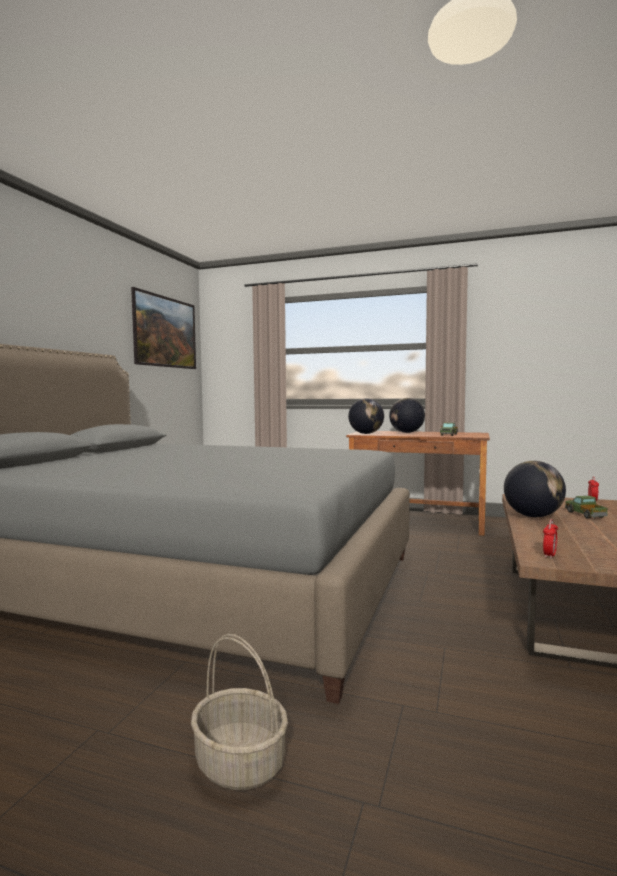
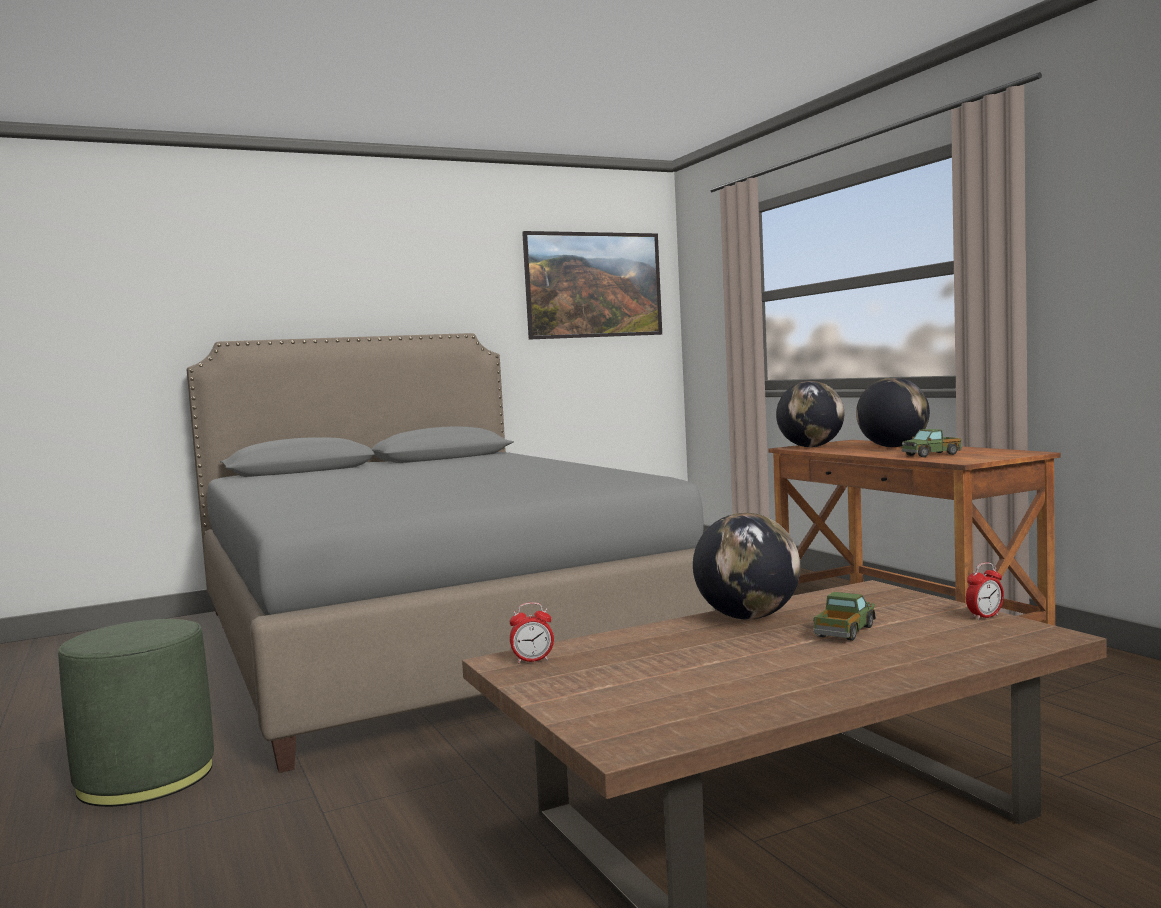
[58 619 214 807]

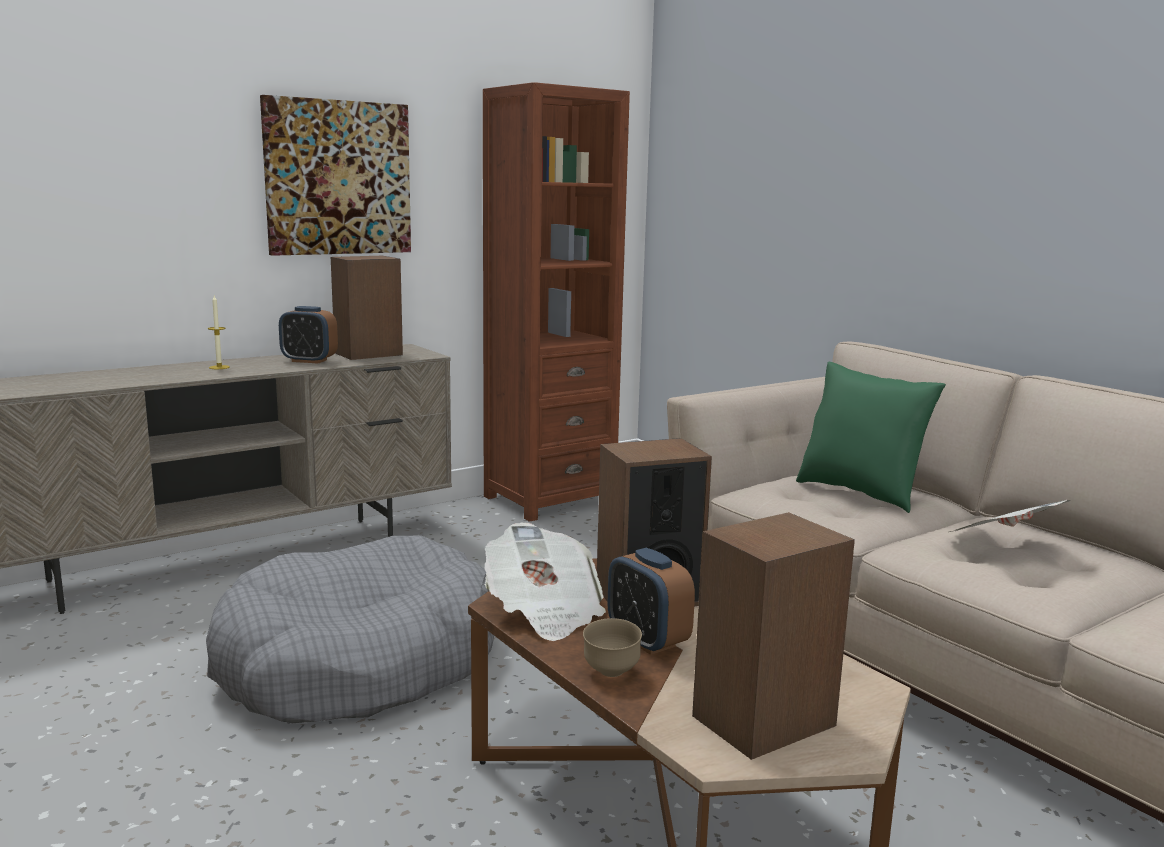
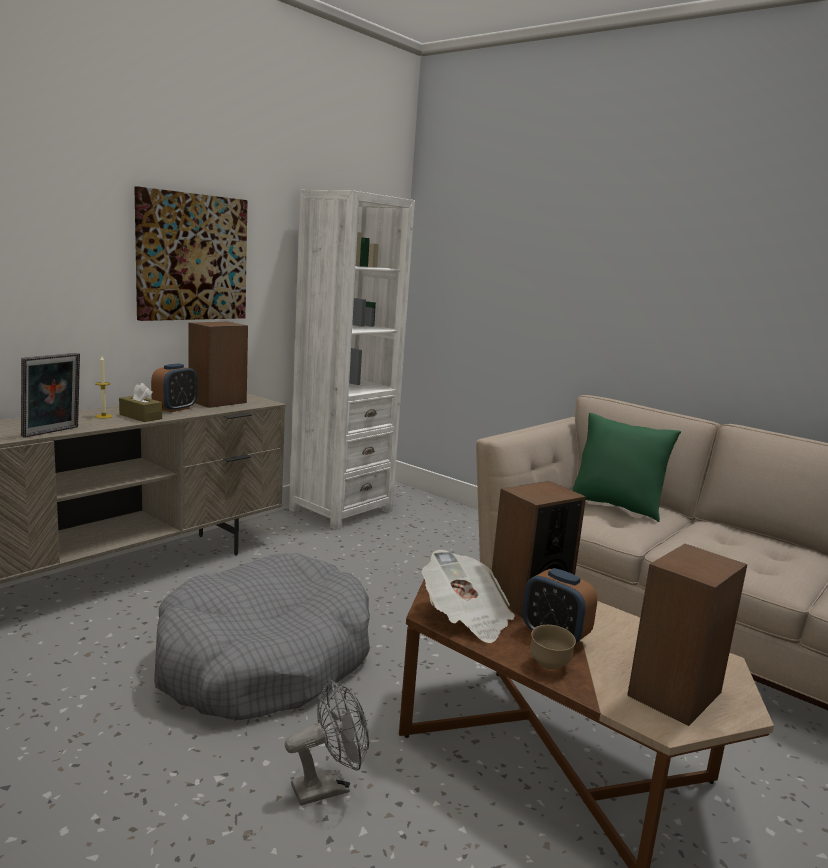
[151 364 197 412]
[289 190 415 530]
[949 500 1071 532] (first image)
[21 353 80 438]
[119 383 162 422]
[285 680 369 806]

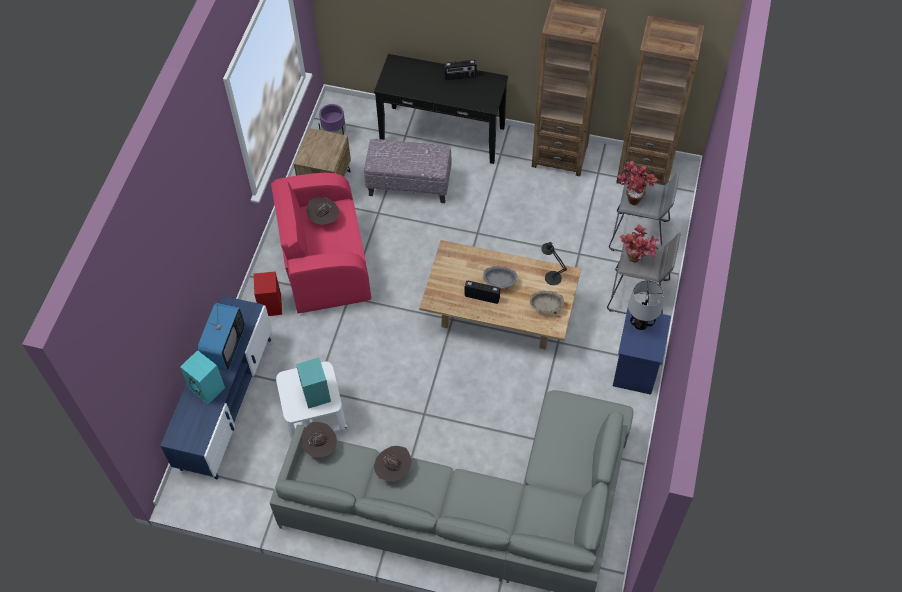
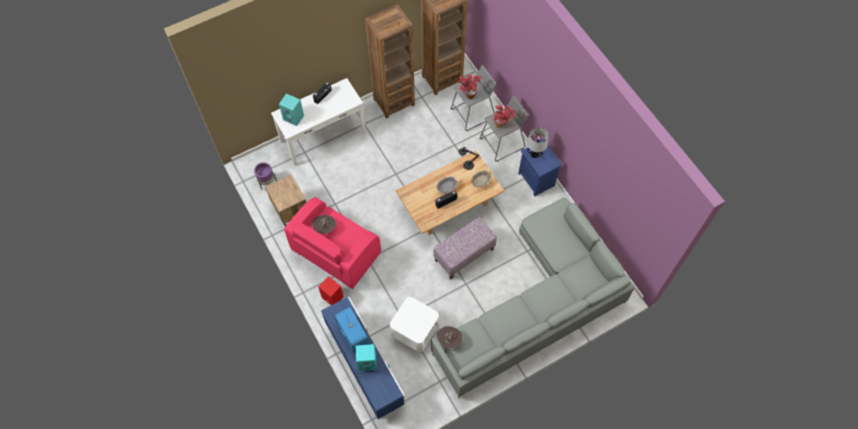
[279 94 304 126]
[433 217 497 279]
[271 78 366 166]
[374 446 412 482] (first image)

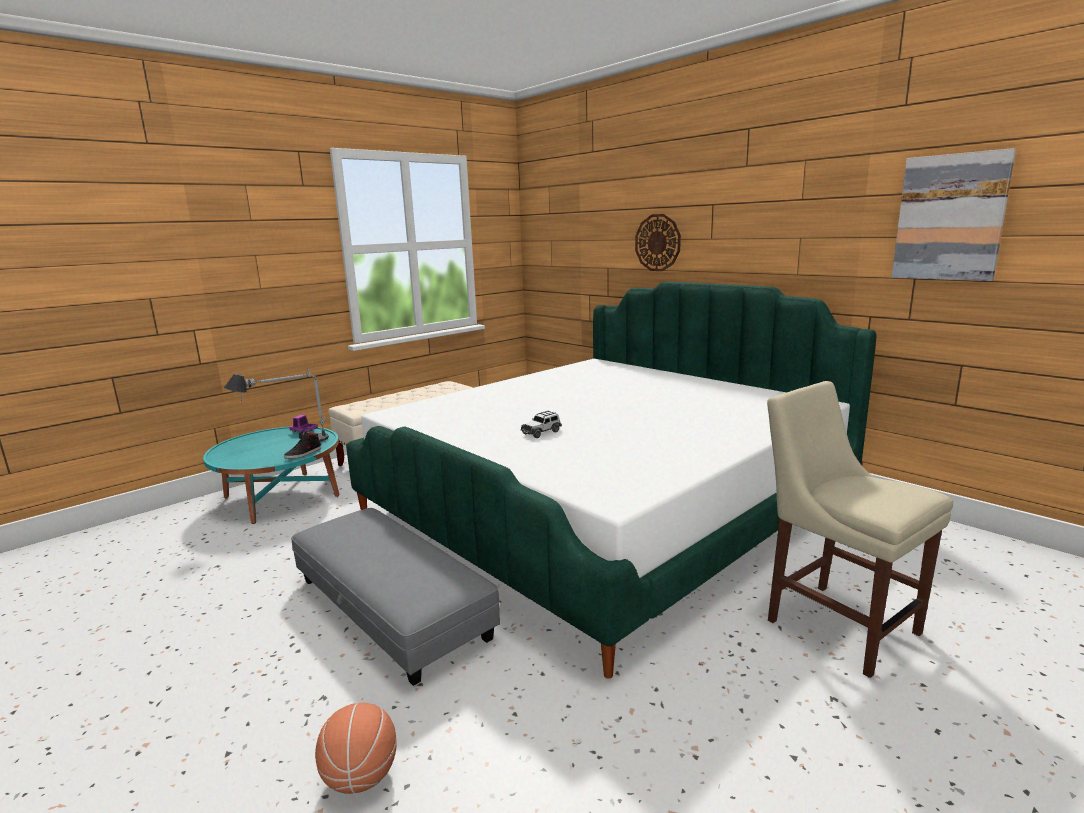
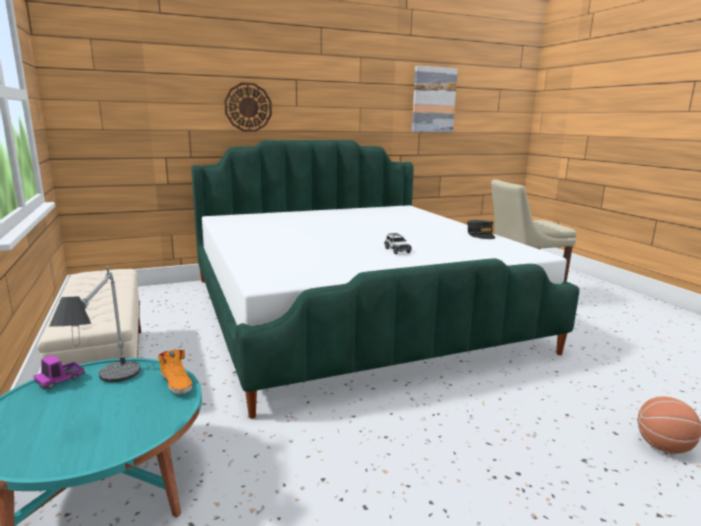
[158 350 192 394]
[291 508 500 686] (first image)
[467 220 495 239]

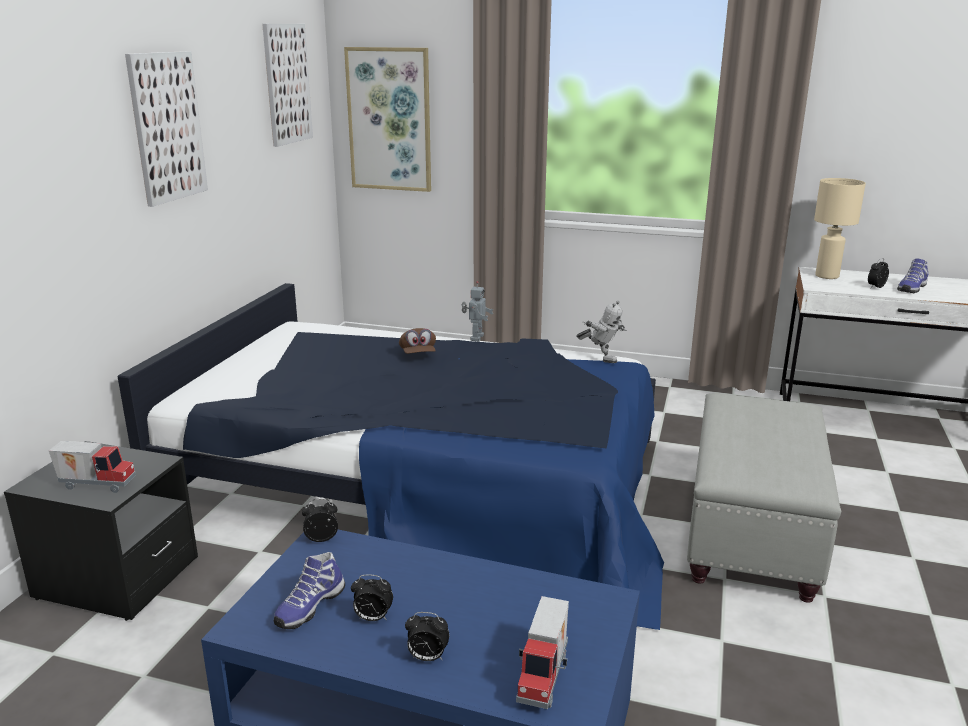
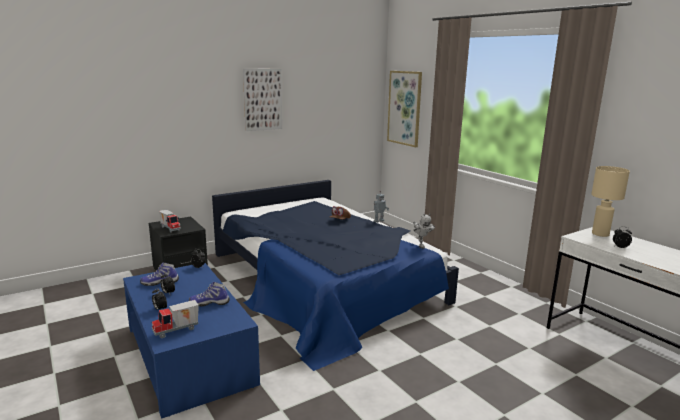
[262 24 313 147] (first image)
[687 393 841 603] (first image)
[189 282 230 307]

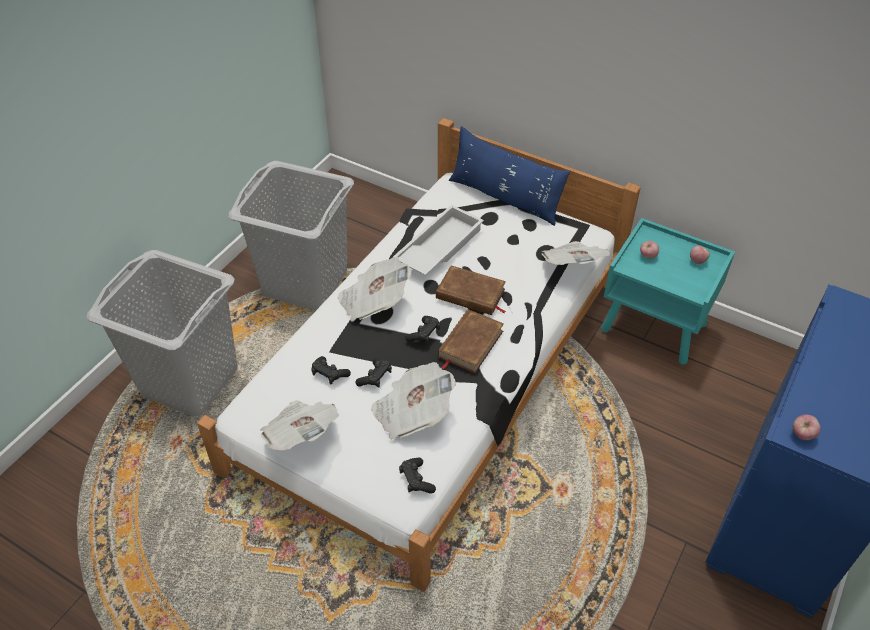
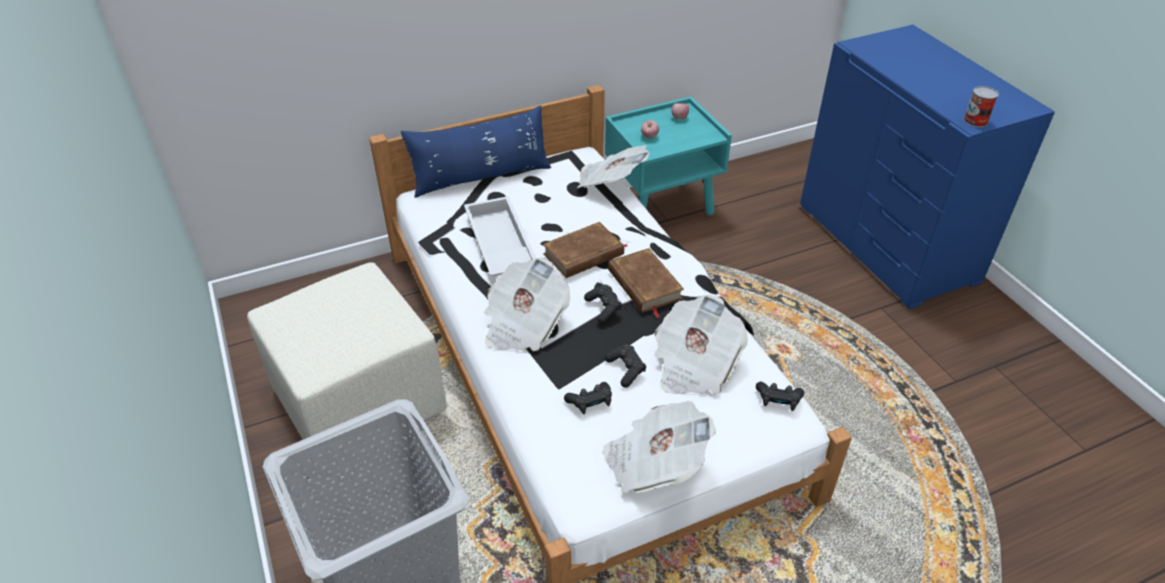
[247 262 447 454]
[964 86 999 127]

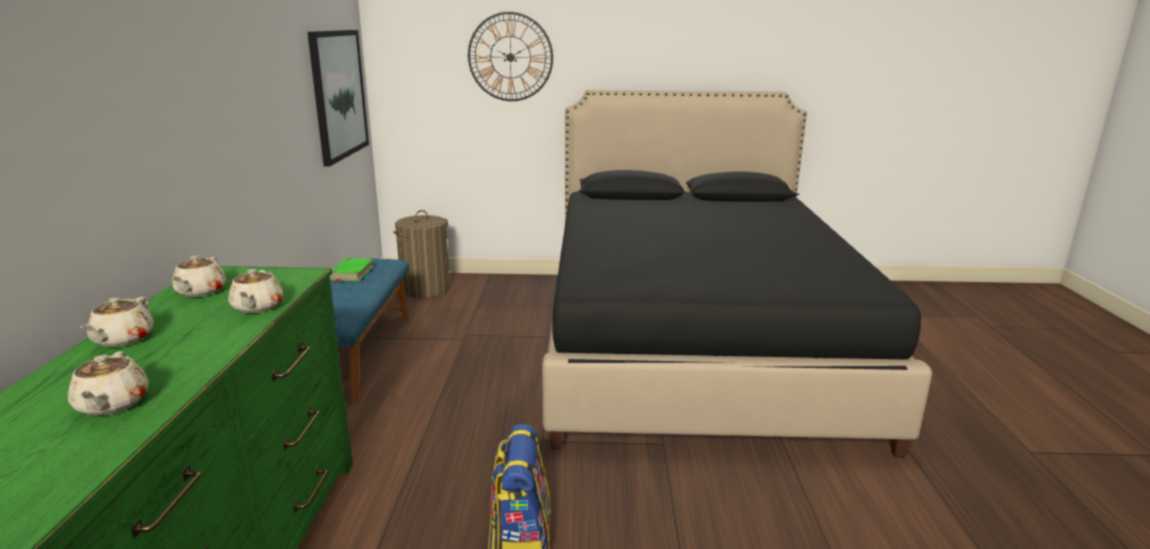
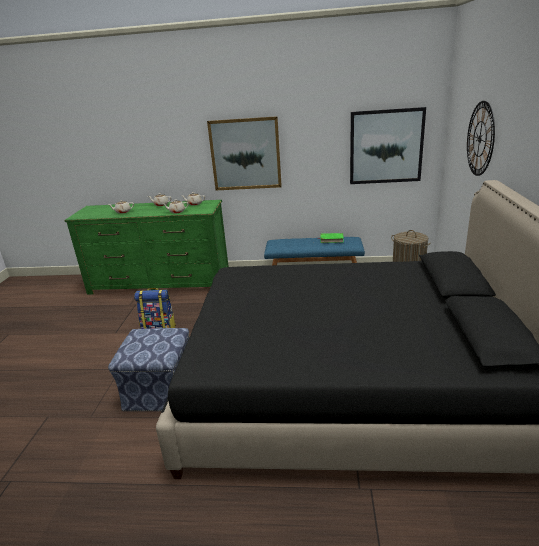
[108 328 189 411]
[207 116 282 190]

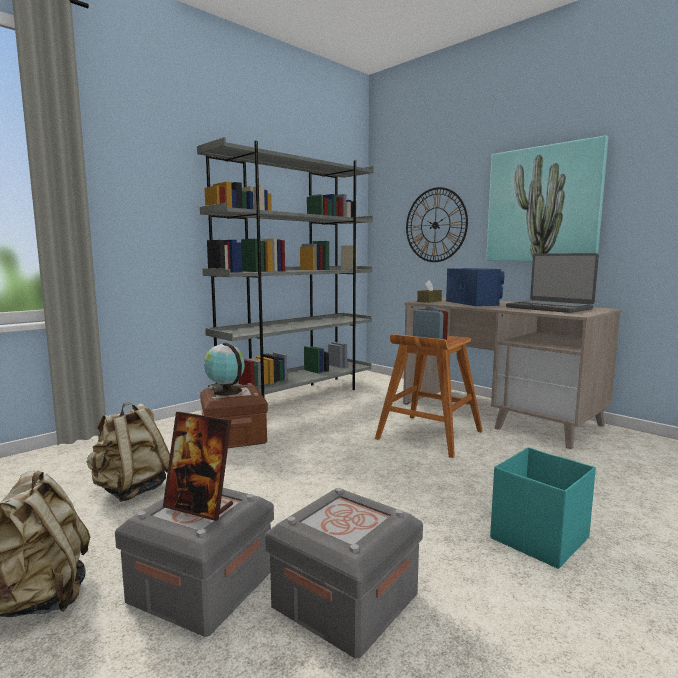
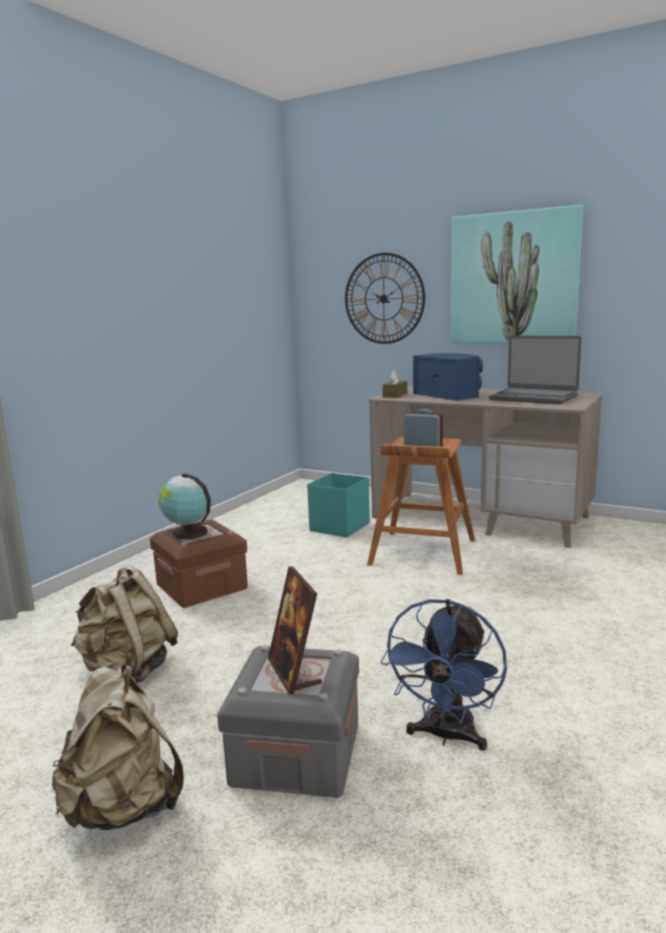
[268 566 322 694]
[197 137 373 397] (first image)
[380 599 507 751]
[307 473 370 537]

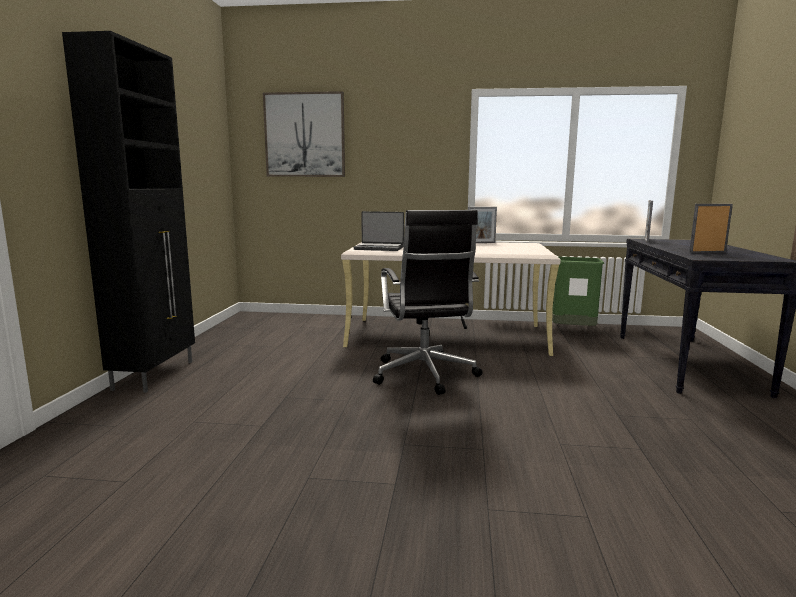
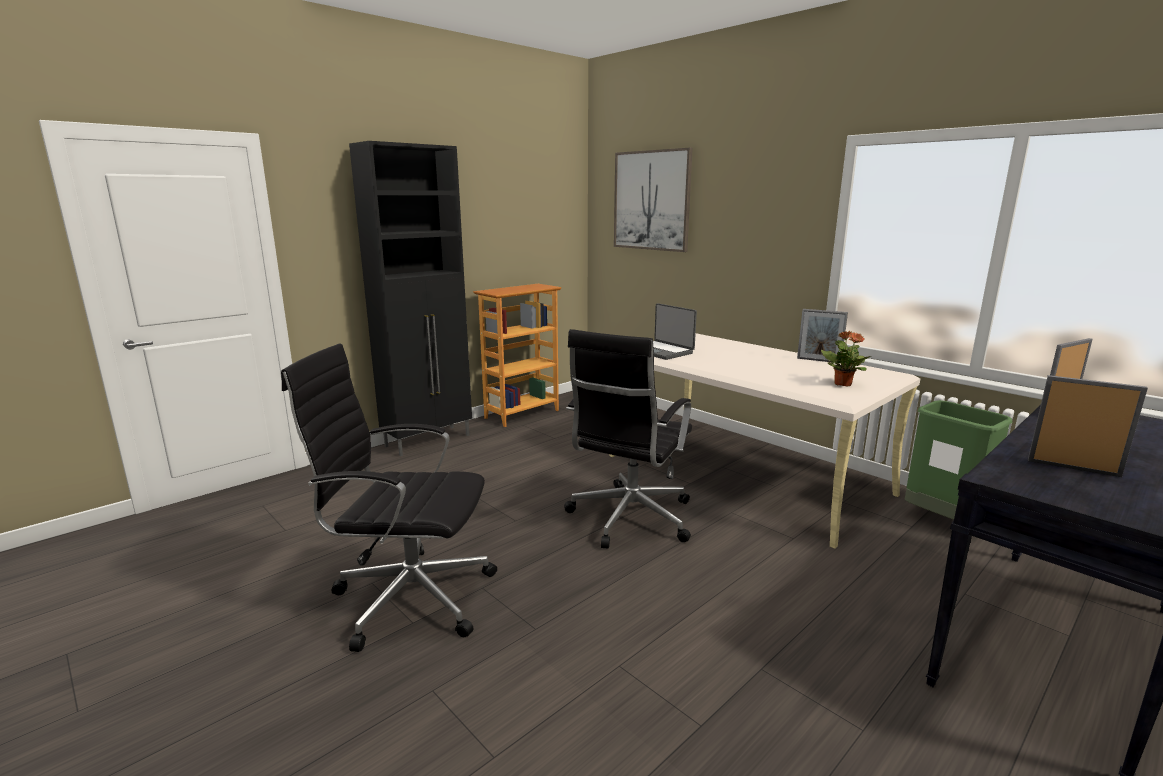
[281 343 497 652]
[473 284 562 427]
[821 331 871 386]

